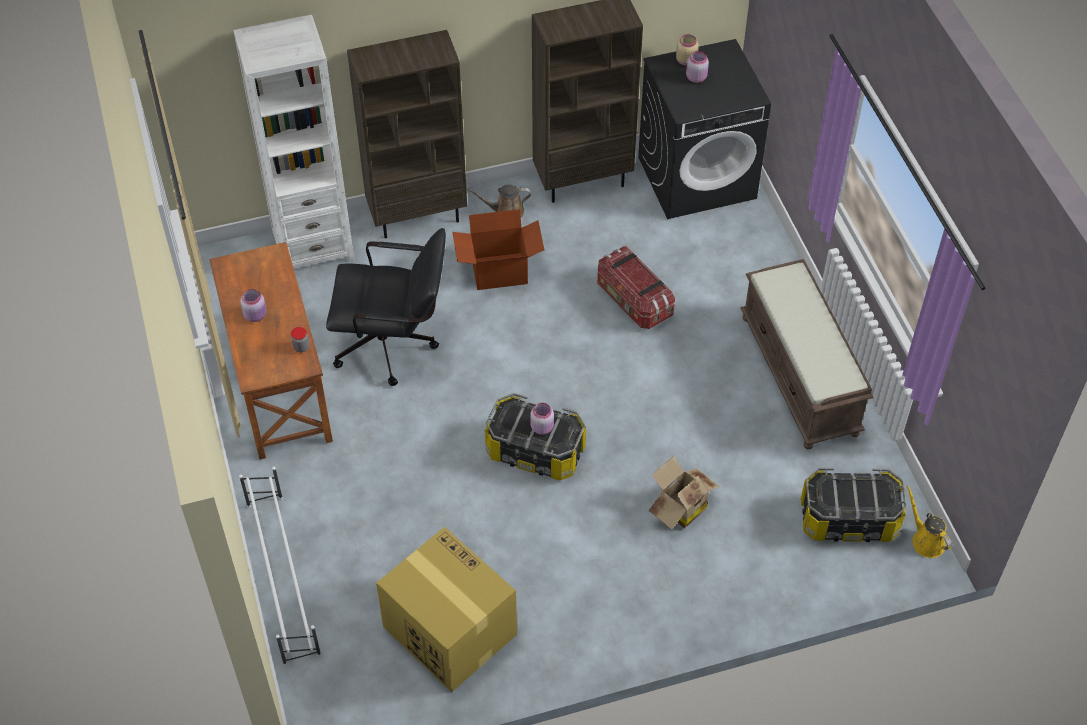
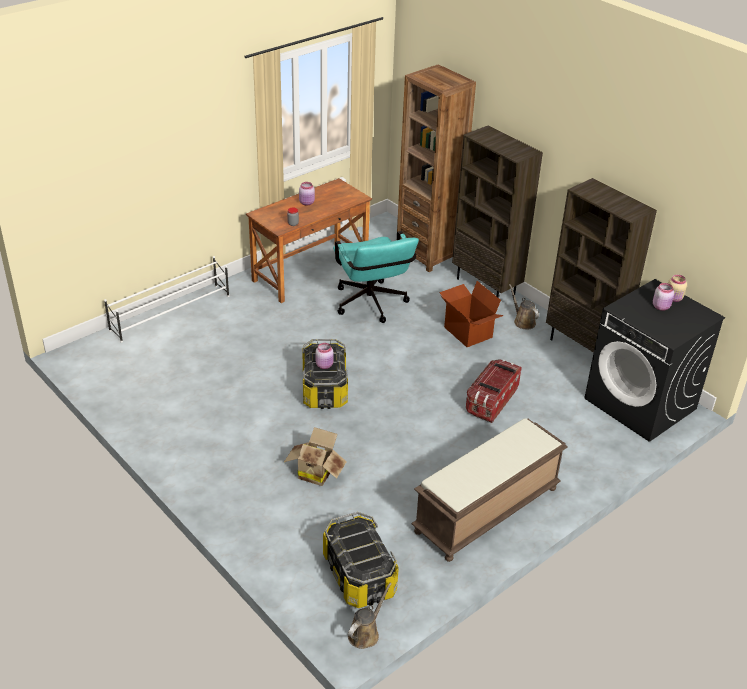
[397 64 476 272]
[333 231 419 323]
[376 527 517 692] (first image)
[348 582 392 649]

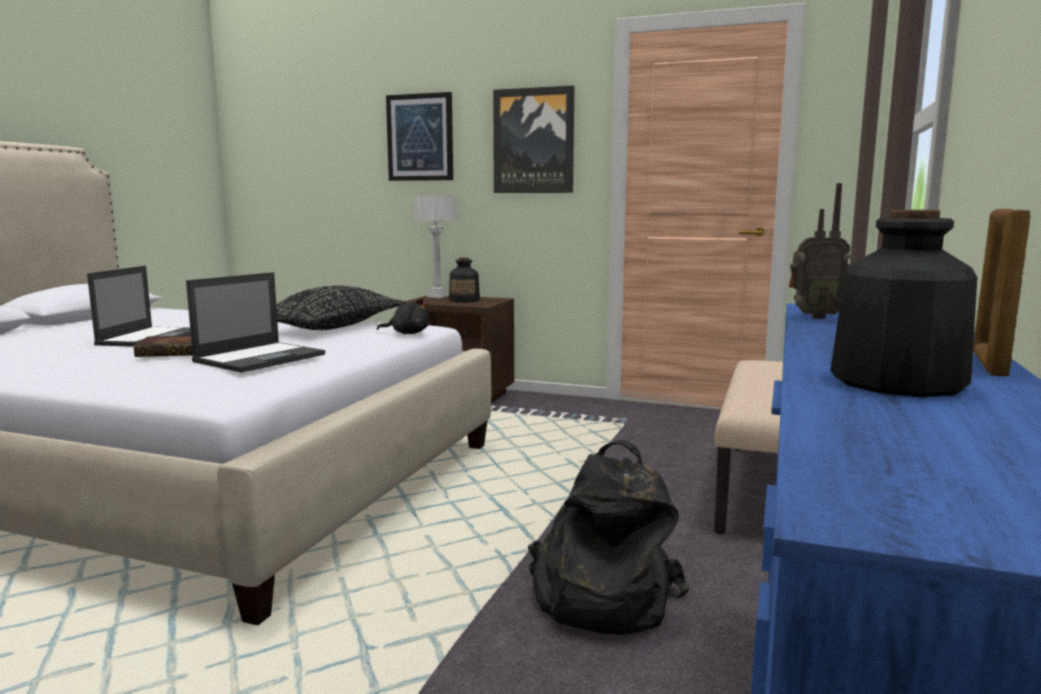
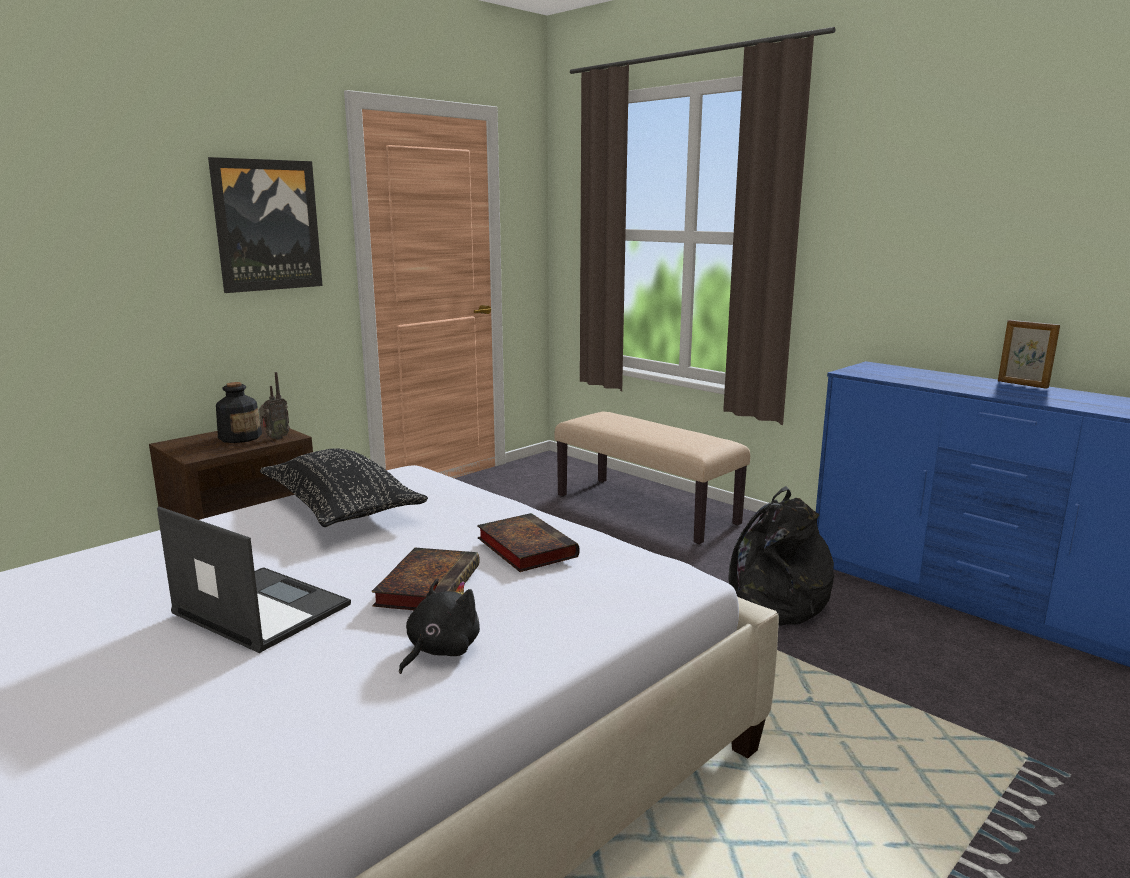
[477 513 579 572]
[399 579 480 674]
[386 92 453 181] (first image)
[414 196 457 298] (first image)
[259 372 290 440]
[830 210 977 397] (first image)

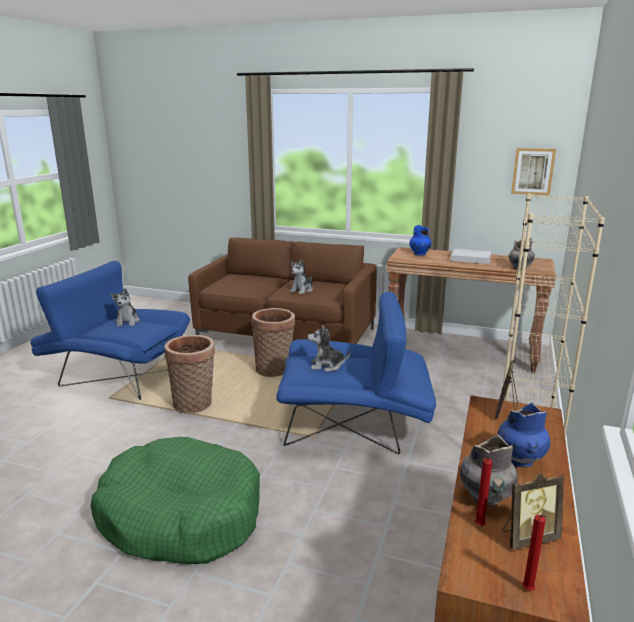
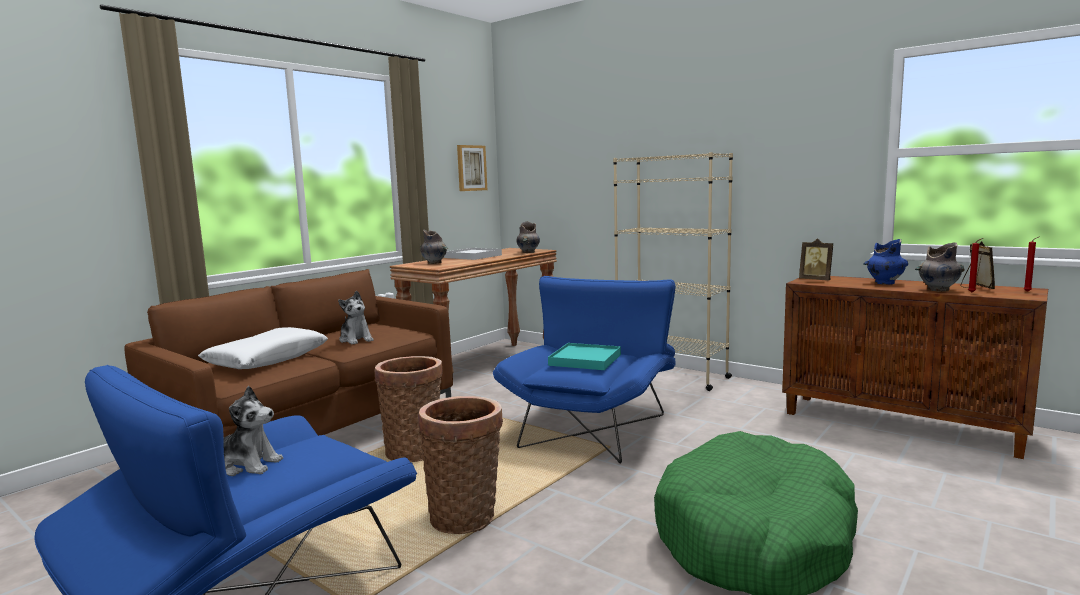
[548 343 621 370]
[420 230 448 264]
[198 327 328 369]

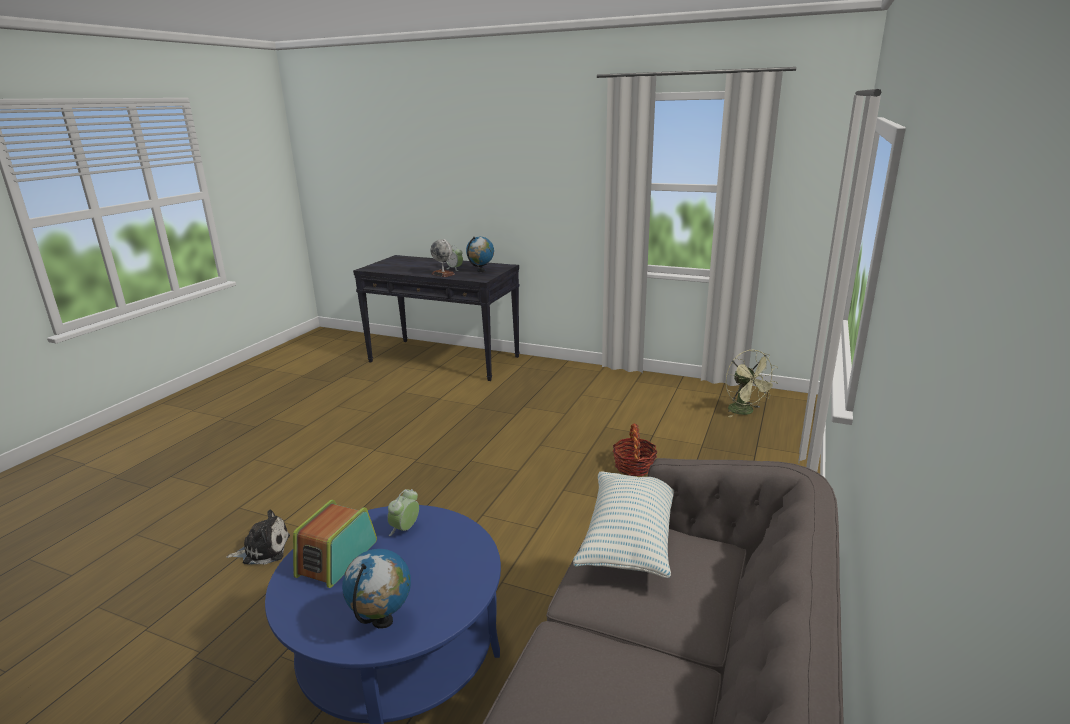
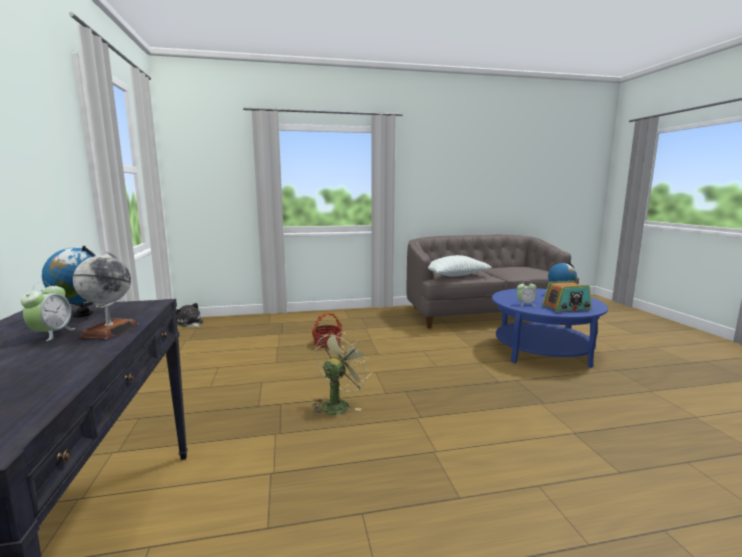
[176 303 203 327]
[312 331 372 416]

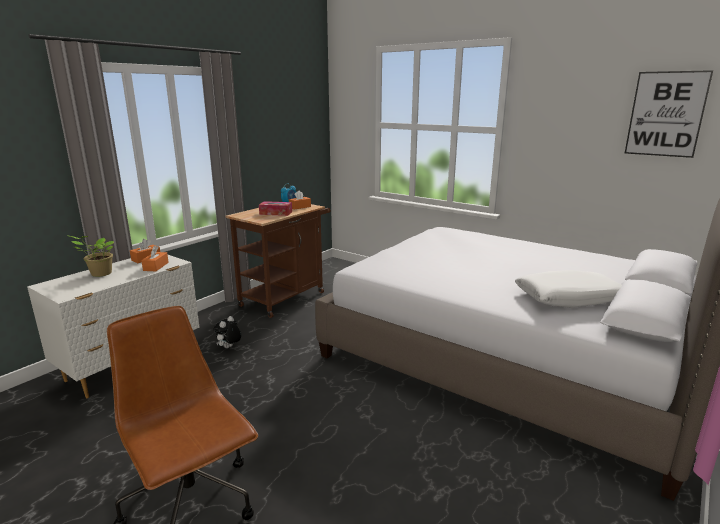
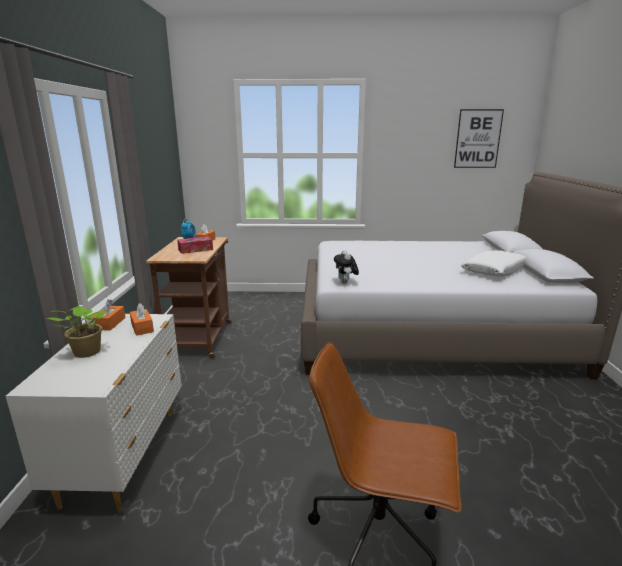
[334 250 359 284]

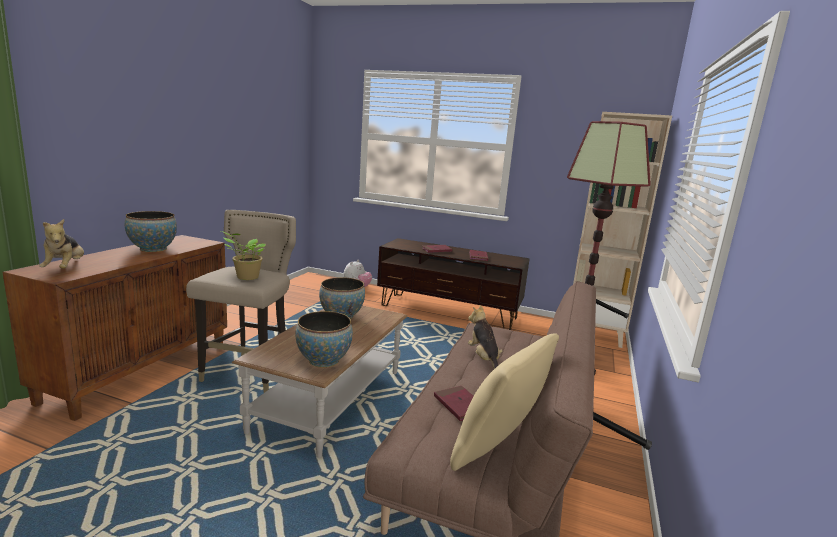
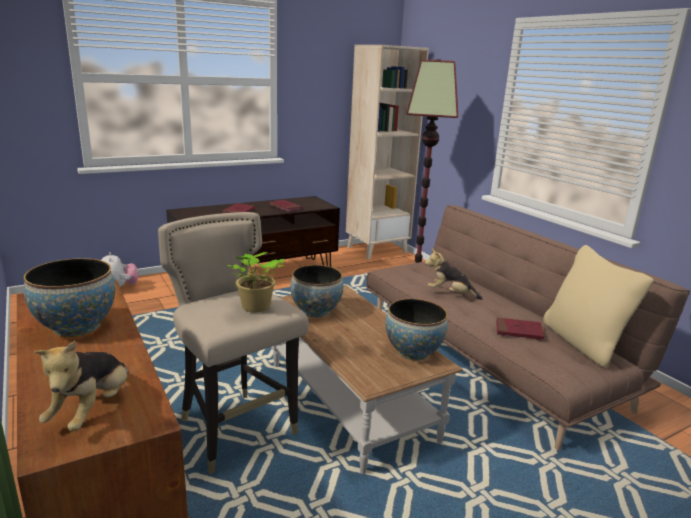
[34 341 128 431]

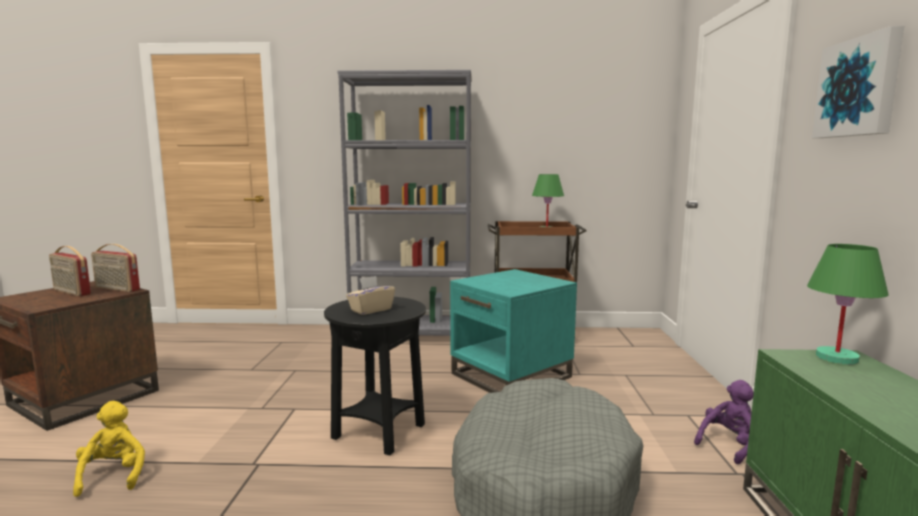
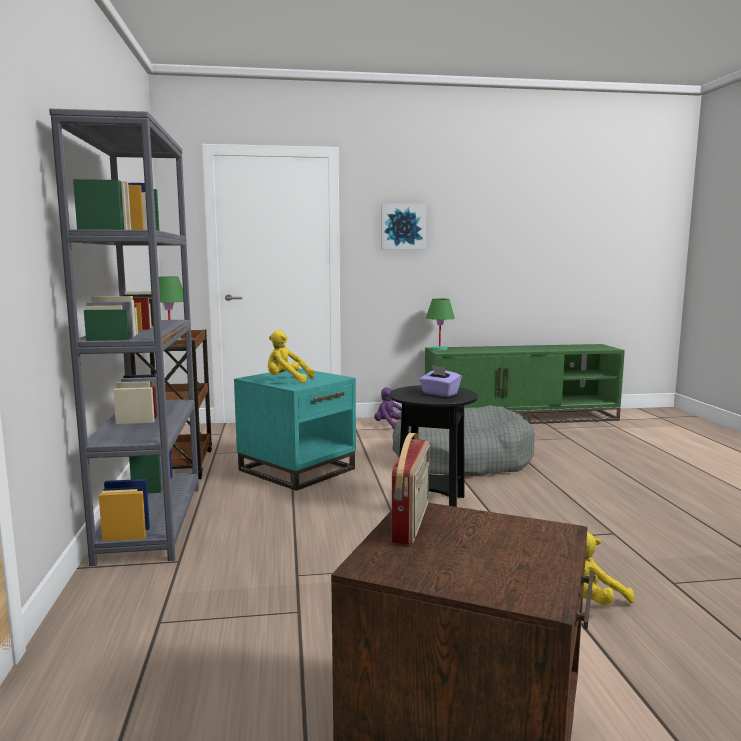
[49 246 91 296] (first image)
[419 365 462 397]
[268 330 315 383]

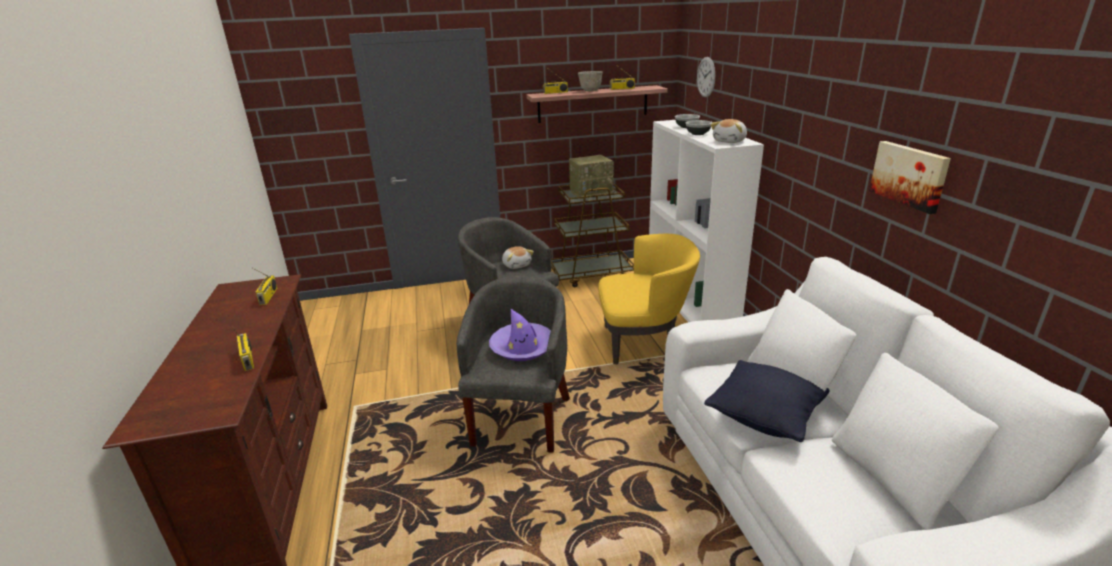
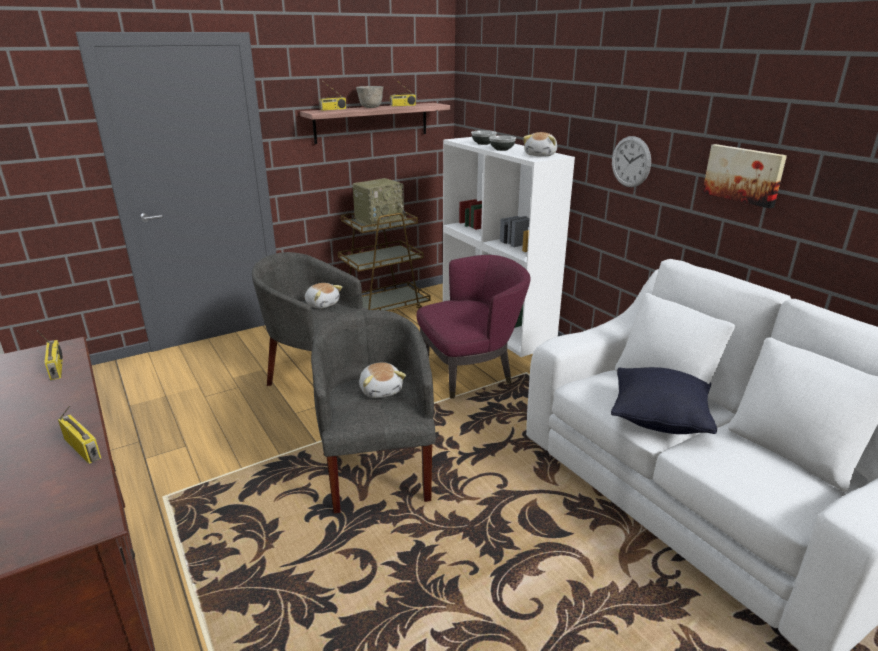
[359 362 406 398]
[417 255 531 398]
[612 136 651 187]

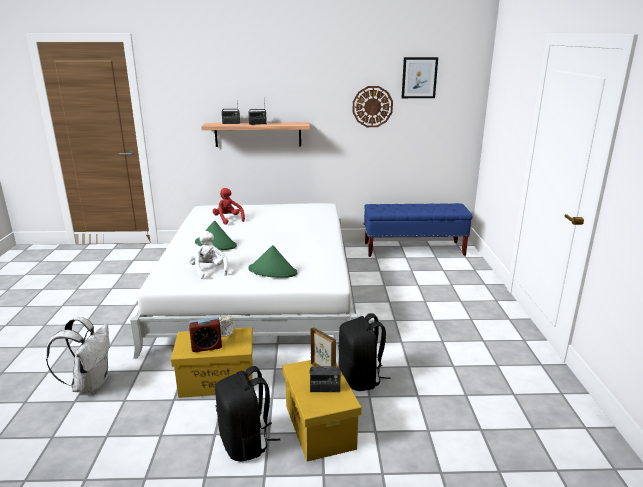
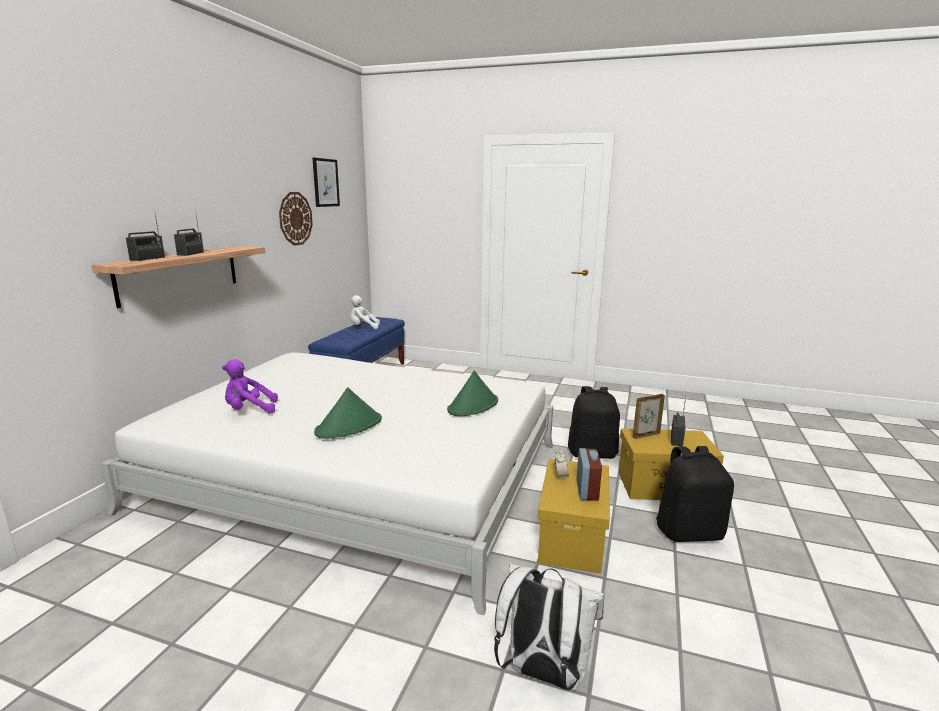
[349 295 380 329]
[222 359 278 413]

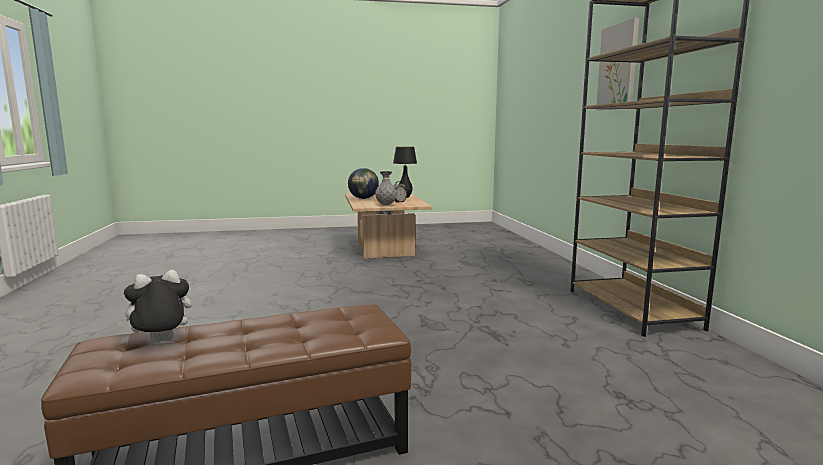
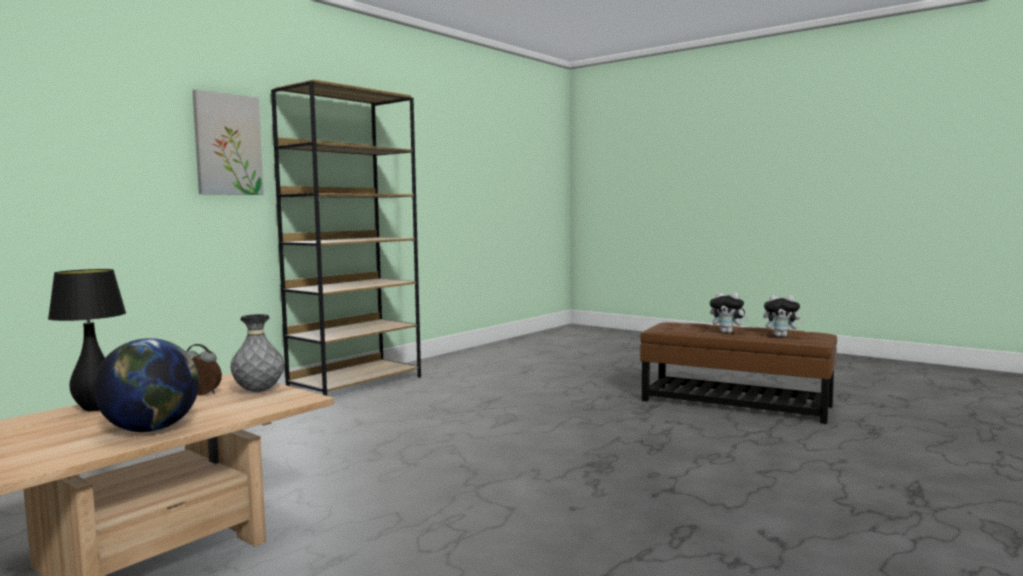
[710 291 748 333]

